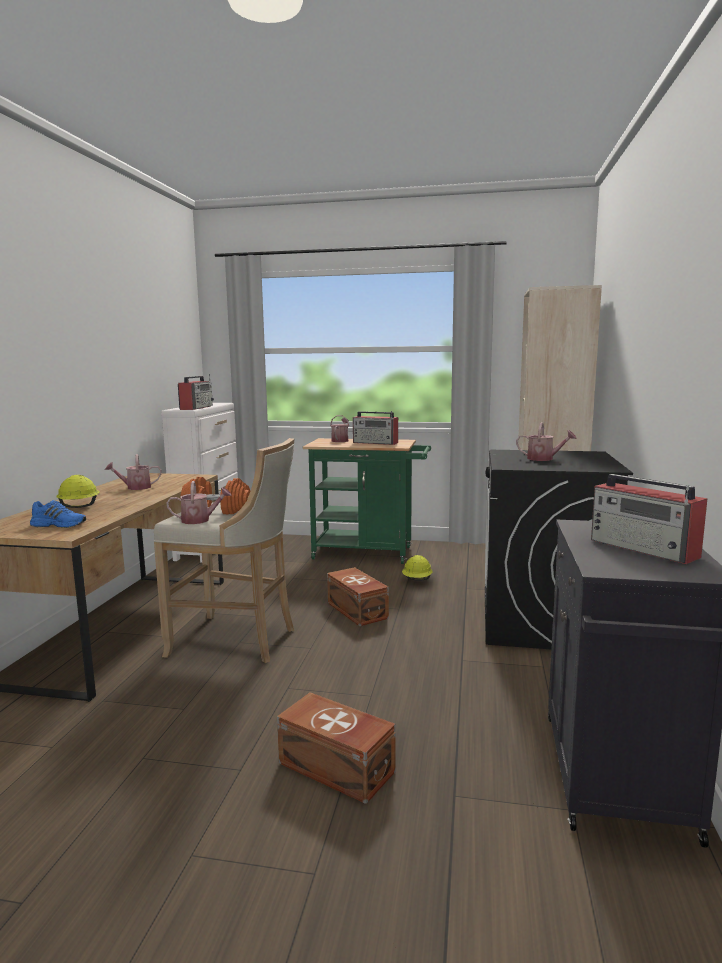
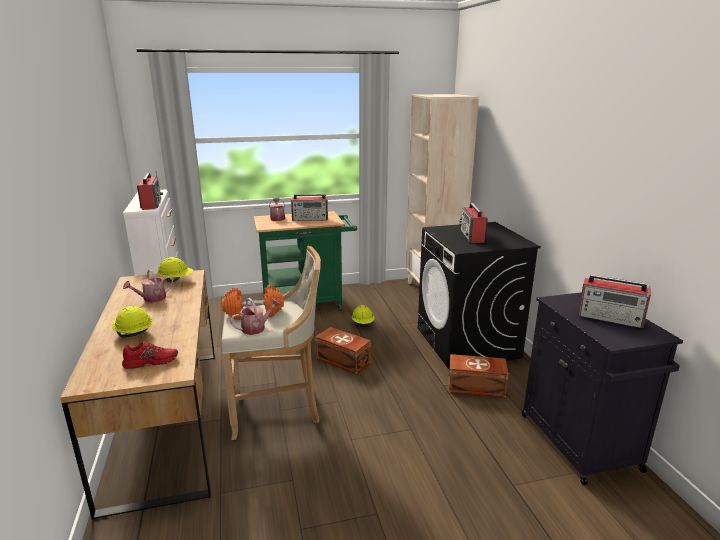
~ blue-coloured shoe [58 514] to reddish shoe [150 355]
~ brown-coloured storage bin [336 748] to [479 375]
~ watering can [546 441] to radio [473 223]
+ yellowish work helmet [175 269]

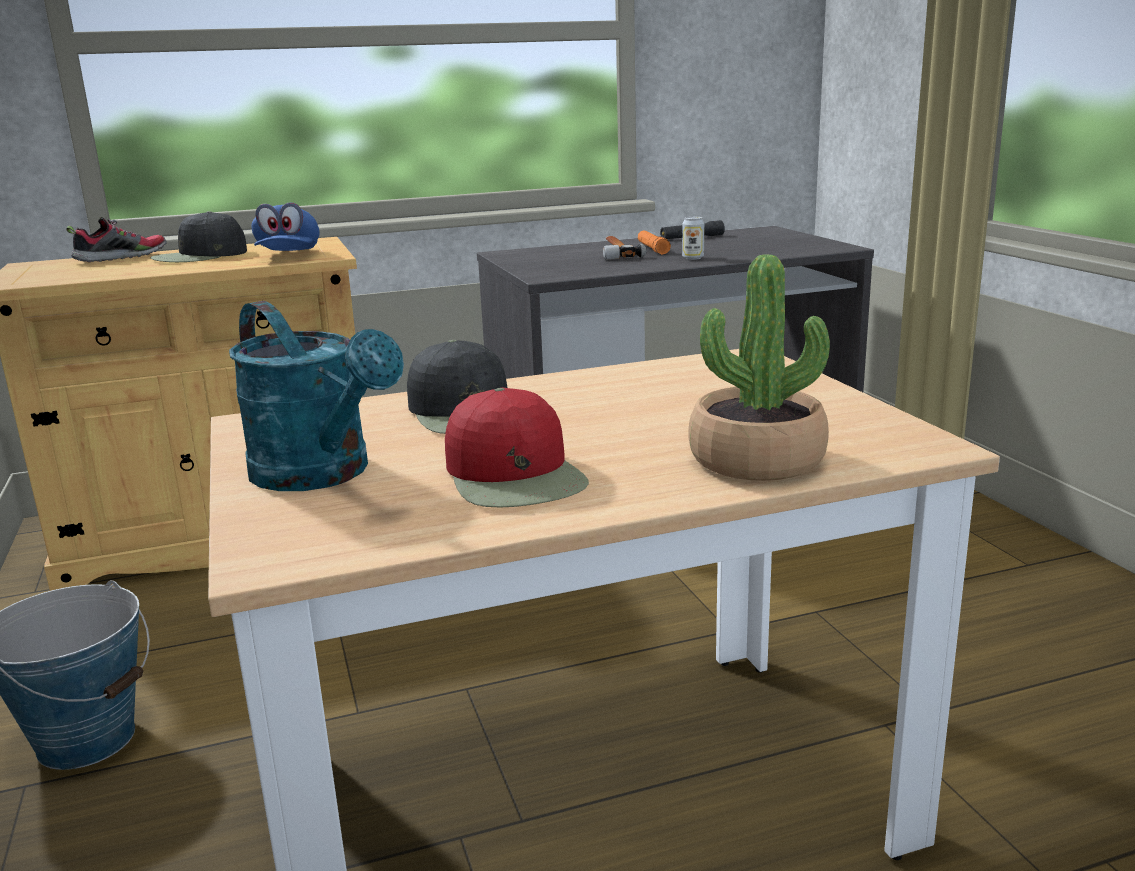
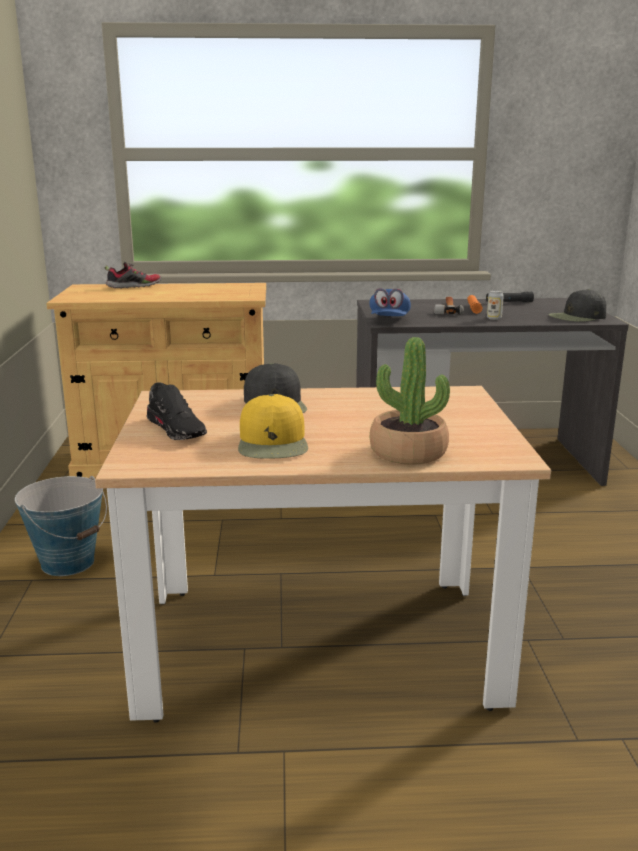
~ black baseball cap [198 236] to [577 305]
~ turquoise watering can [316 396] to black shoe [177 411]
~ blue-coloured baseball cap [285 226] to [390 302]
~ reddish baseball cap [517 447] to yellowish baseball cap [273 426]

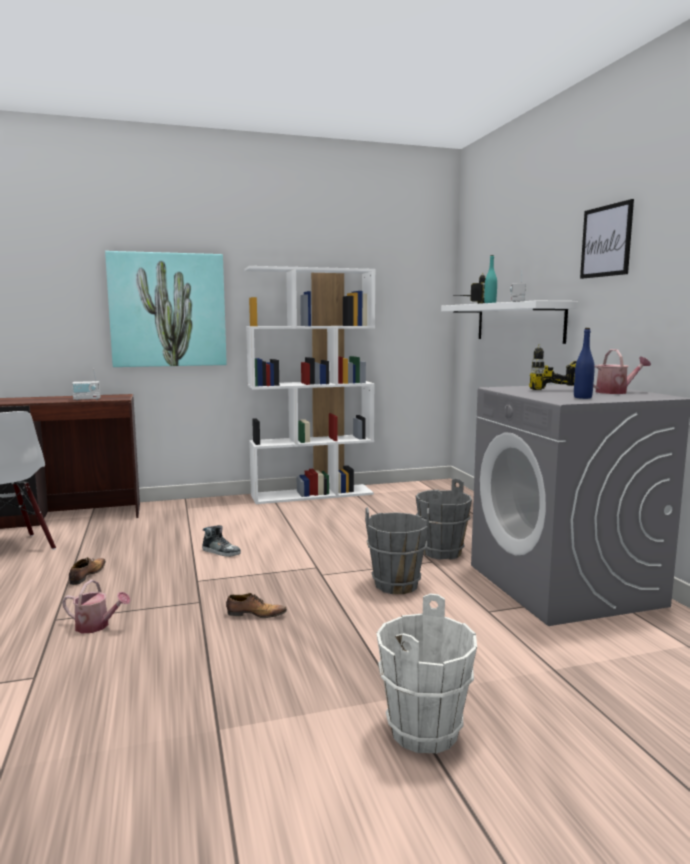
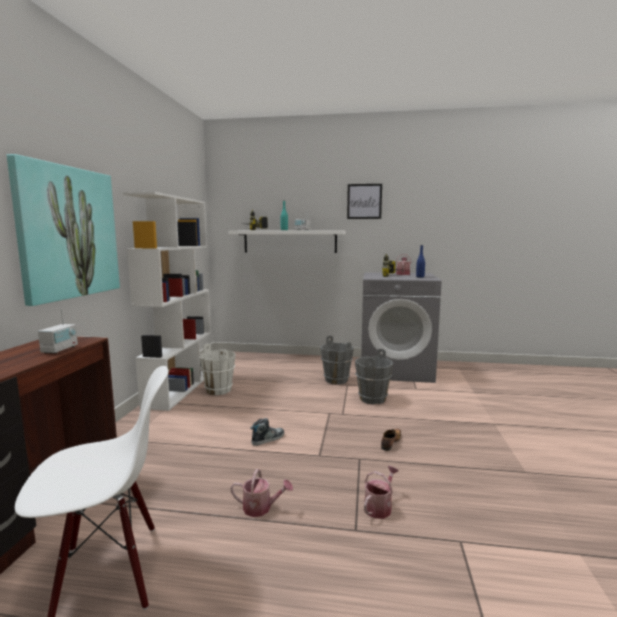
~ shoe [87 571] to watering can [262 493]
~ white pail [426 673] to [217 369]

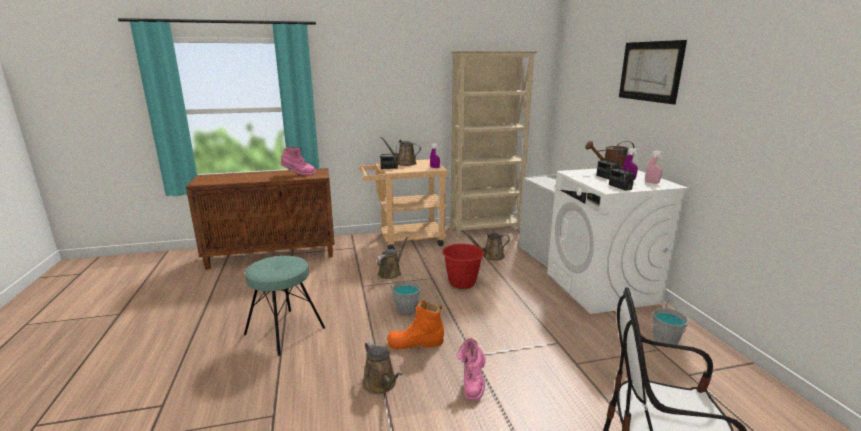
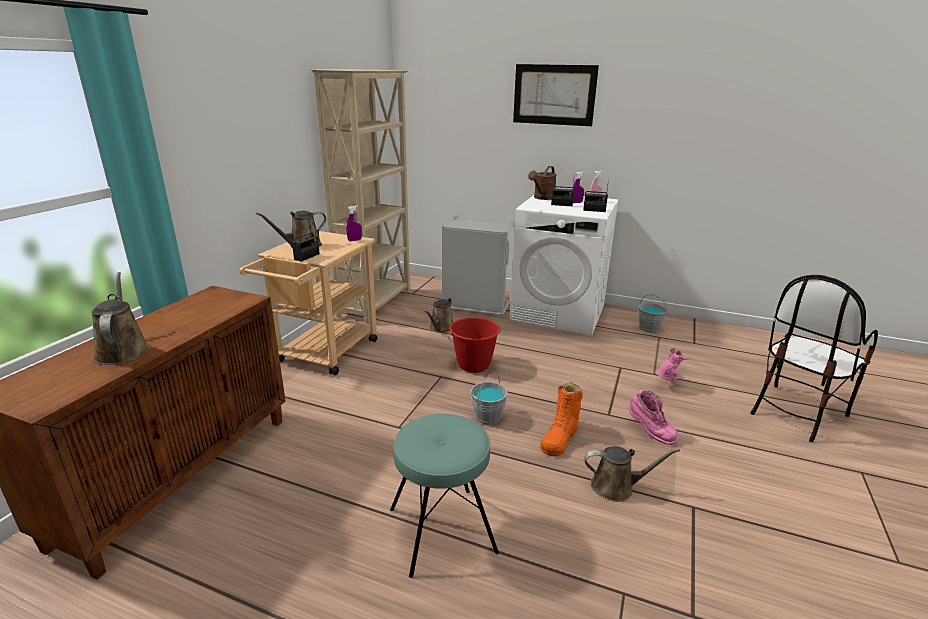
~ pinkish boot [298 161] to [672 364]
~ brown-coloured watering can [392 258] to [121 318]

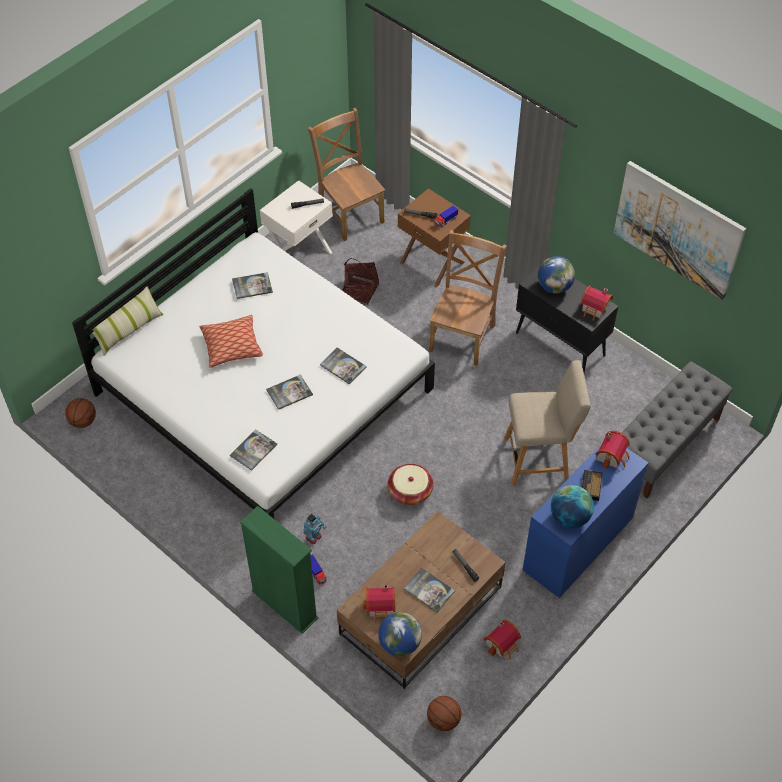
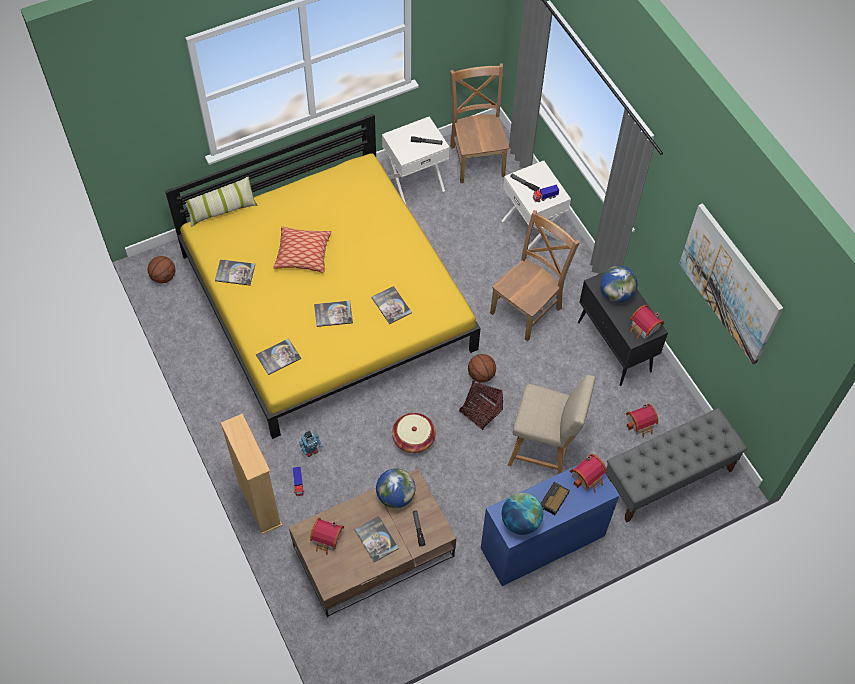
~ white bedroom bed [253 353] to yellowish bedroom bed [322 276]
~ book [252 285] to [235 272]
~ green-coloured bookcase [279 570] to beige bookcase [251 474]
~ household basket [360 281] to [481 405]
~ world globe [400 634] to [395 488]
~ brown-coloured night table [434 238] to white night table [536 205]
~ basketball [444 713] to [482 368]
~ miniature house [502 639] to [642 421]

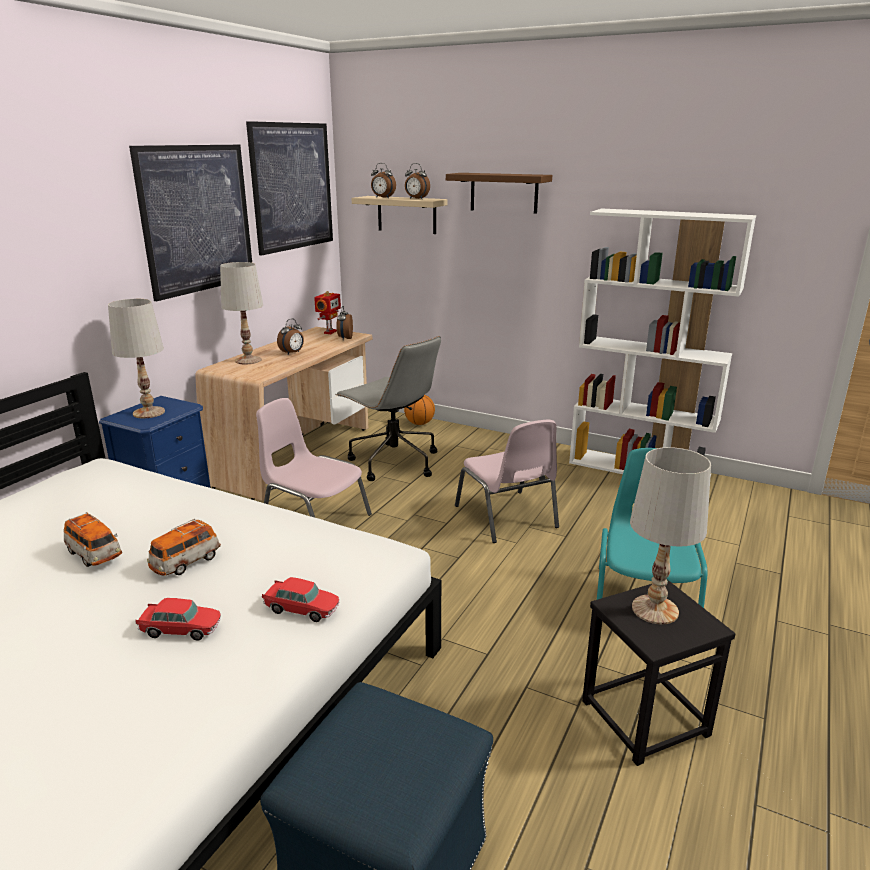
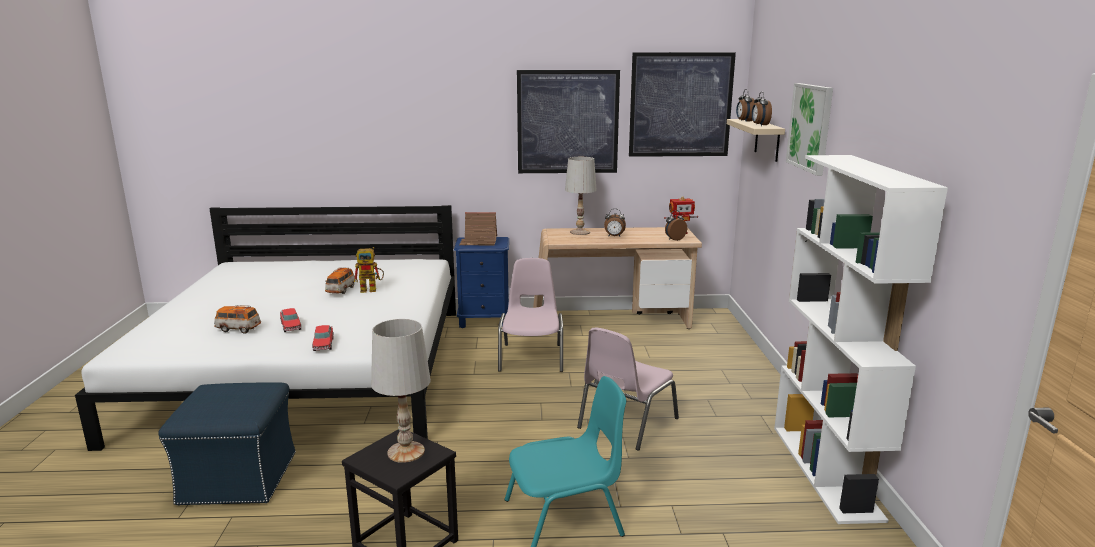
~ white lamp for a table [136 358] to miniature house [478 229]
~ miniature car [184 547] to [237 319]
- greyish desk chair [388 408]
- basketball [419 410]
~ brown-coloured shelf [499 193] to wall picture [809 129]
+ toy robot [369 270]

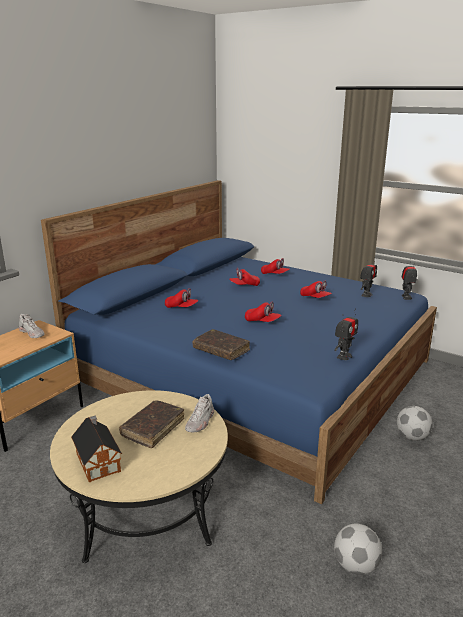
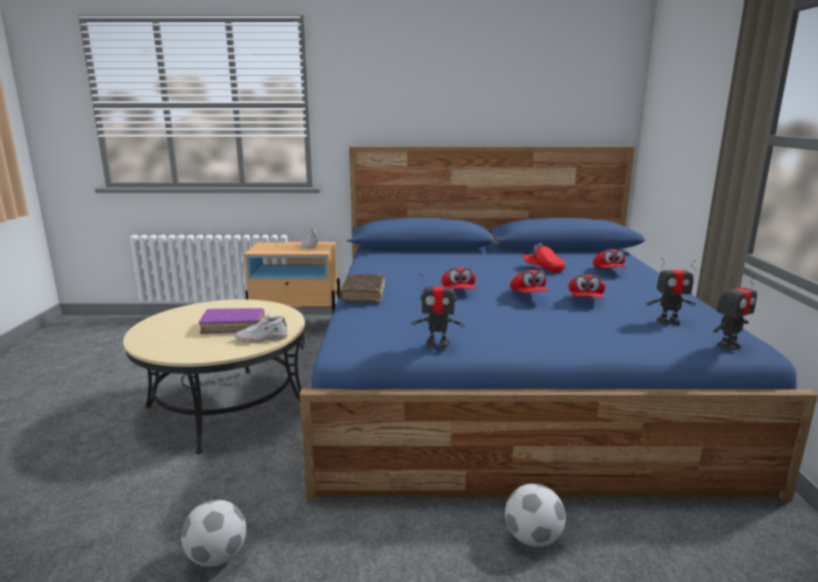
- miniature house [96 449]
~ brown-coloured book [151 424] to purple-coloured book [232 321]
~ reddish baseball cap [182 298] to [530 281]

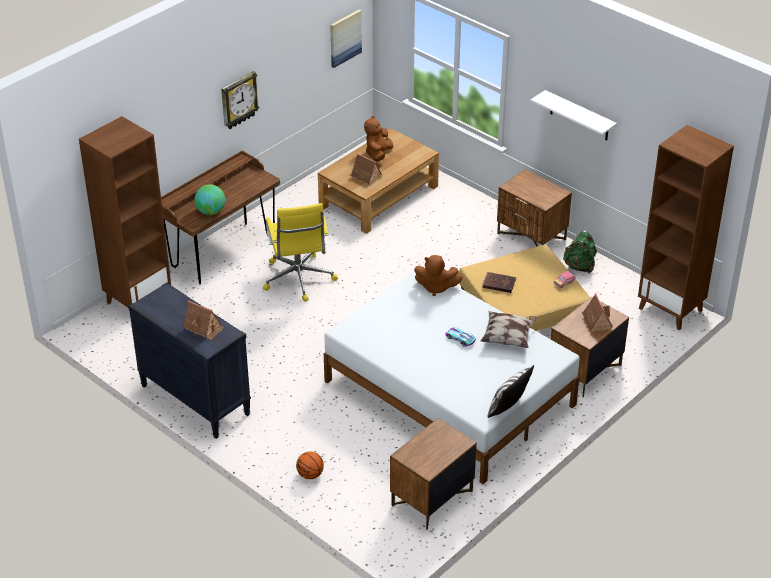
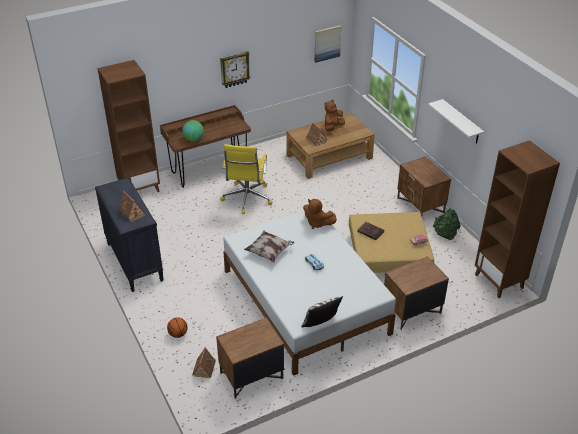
~ cushion [508 329] to [269 246]
~ miniature house [597 312] to [204 362]

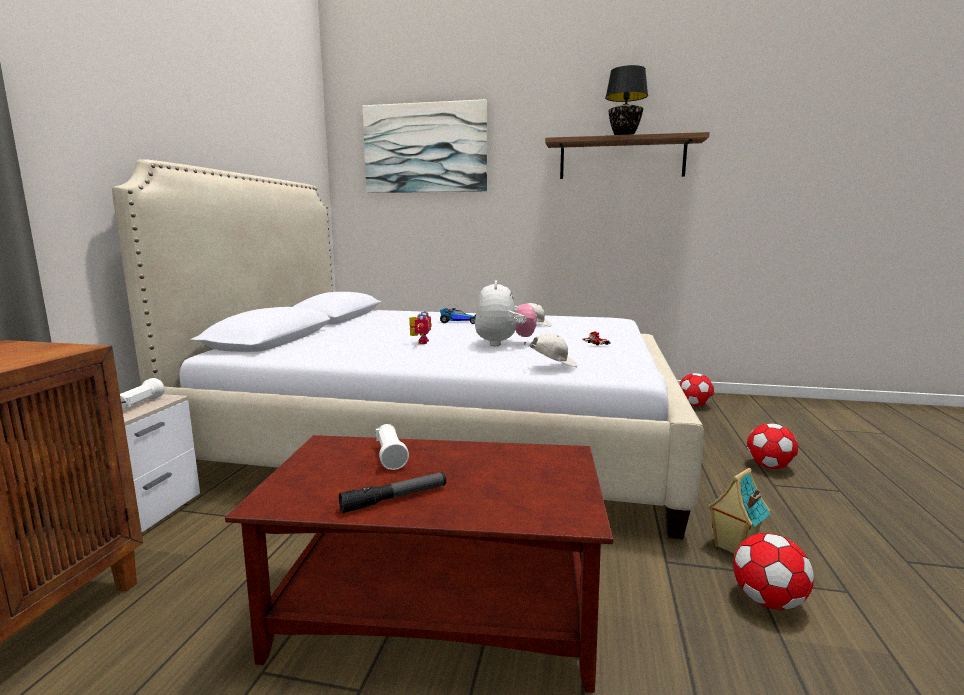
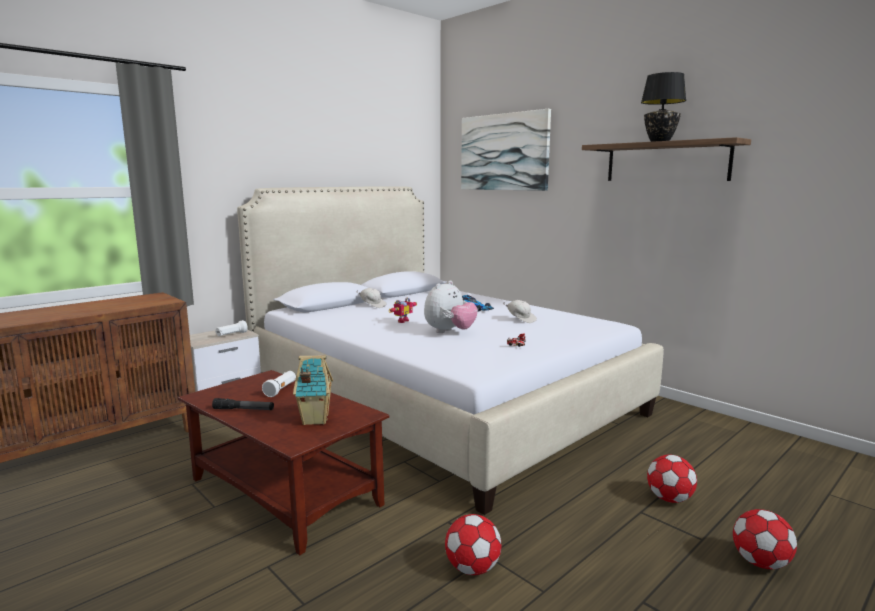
~ white baseball cap [550 350] to [371 298]
~ football ball [696 390] to [765 539]
~ miniature house [738 511] to [313 390]

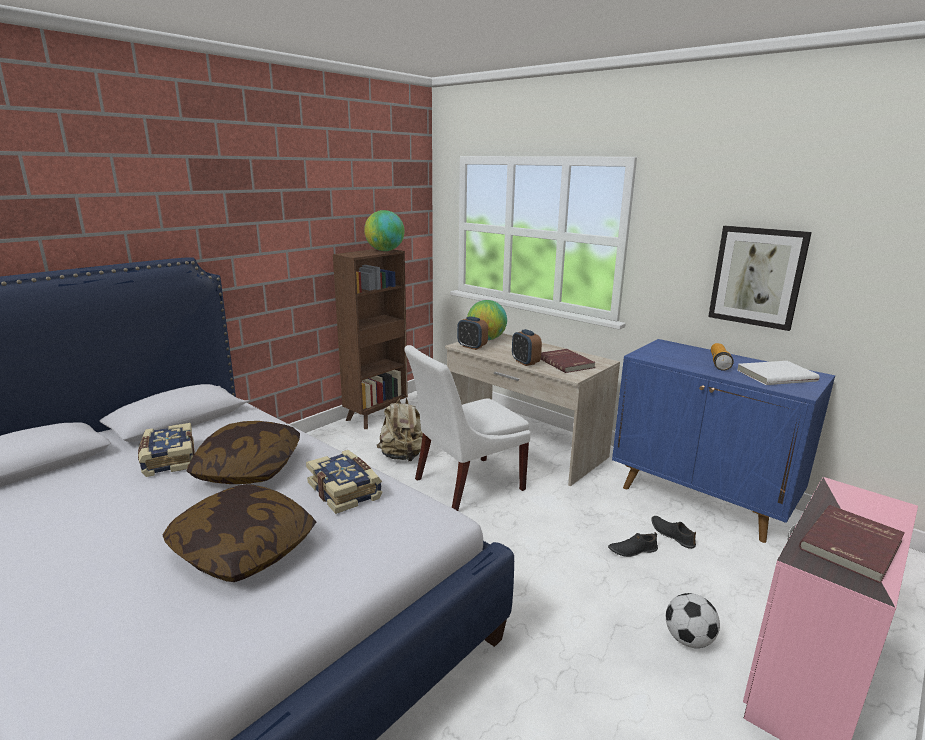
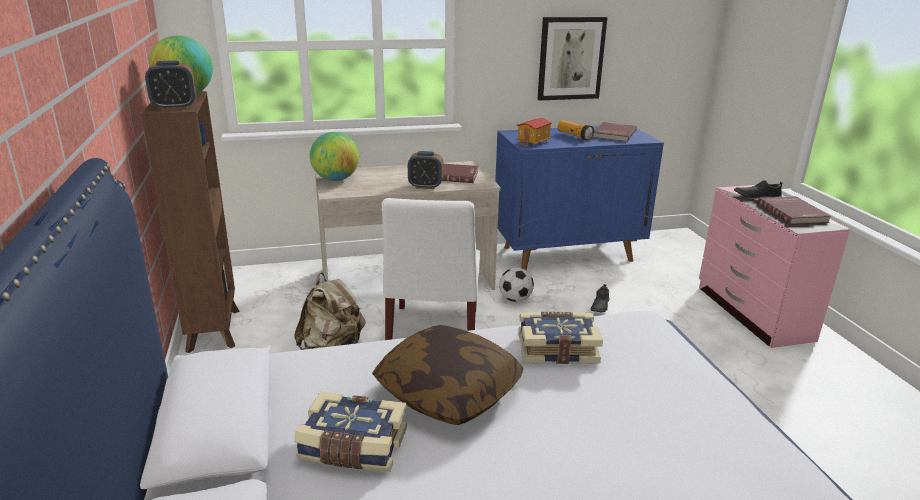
- cushion [239 533]
~ alarm clock [472 333] to [170 85]
~ black shoe [673 532] to [758 190]
~ football ball [693 620] to [516 284]
~ white book [778 373] to reddish book [615 132]
+ miniature house [534 132]

